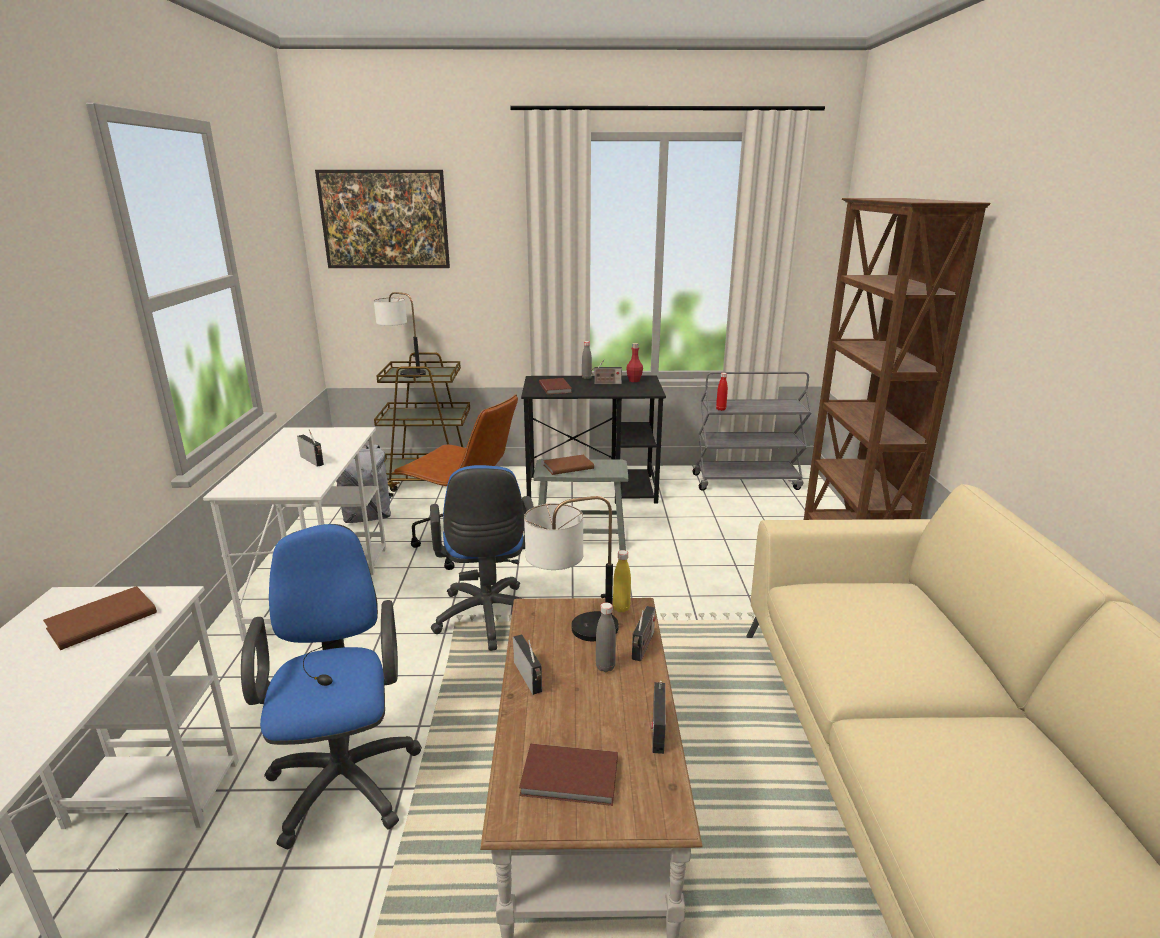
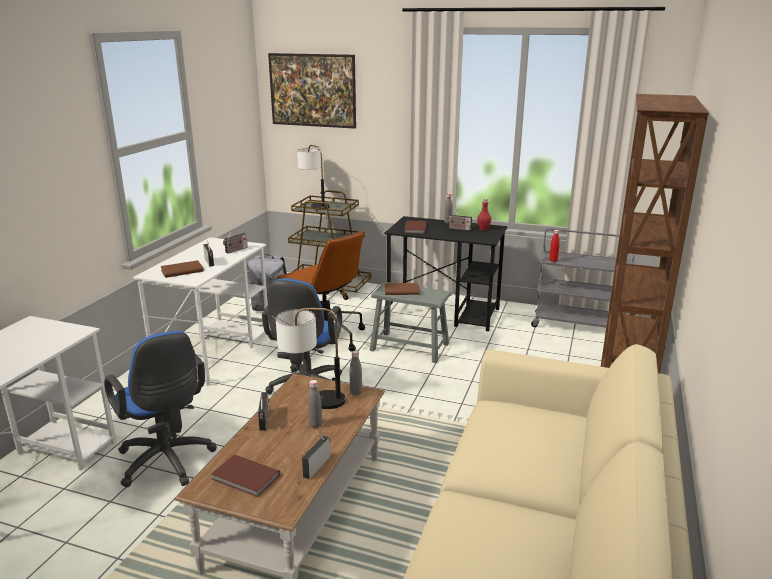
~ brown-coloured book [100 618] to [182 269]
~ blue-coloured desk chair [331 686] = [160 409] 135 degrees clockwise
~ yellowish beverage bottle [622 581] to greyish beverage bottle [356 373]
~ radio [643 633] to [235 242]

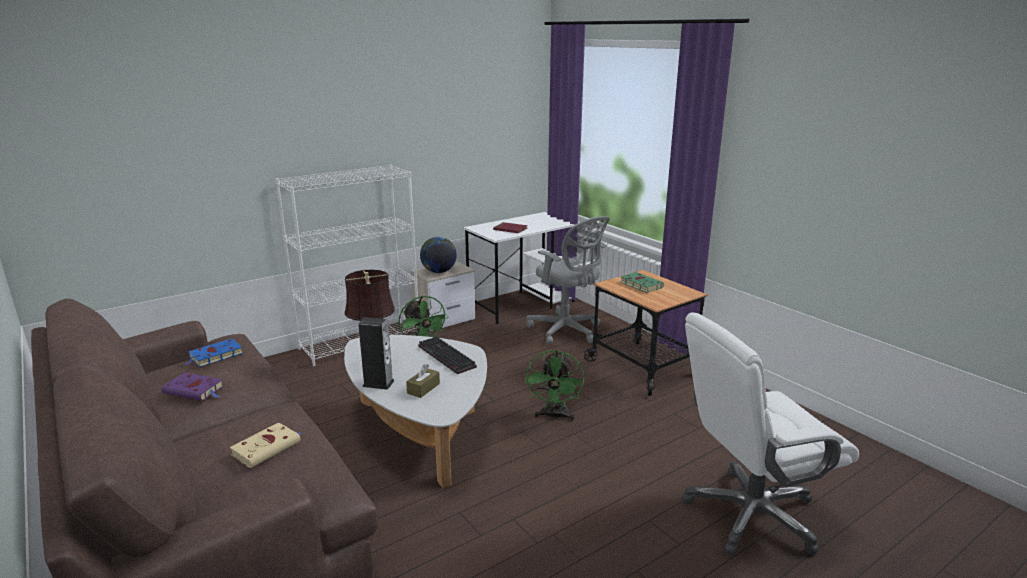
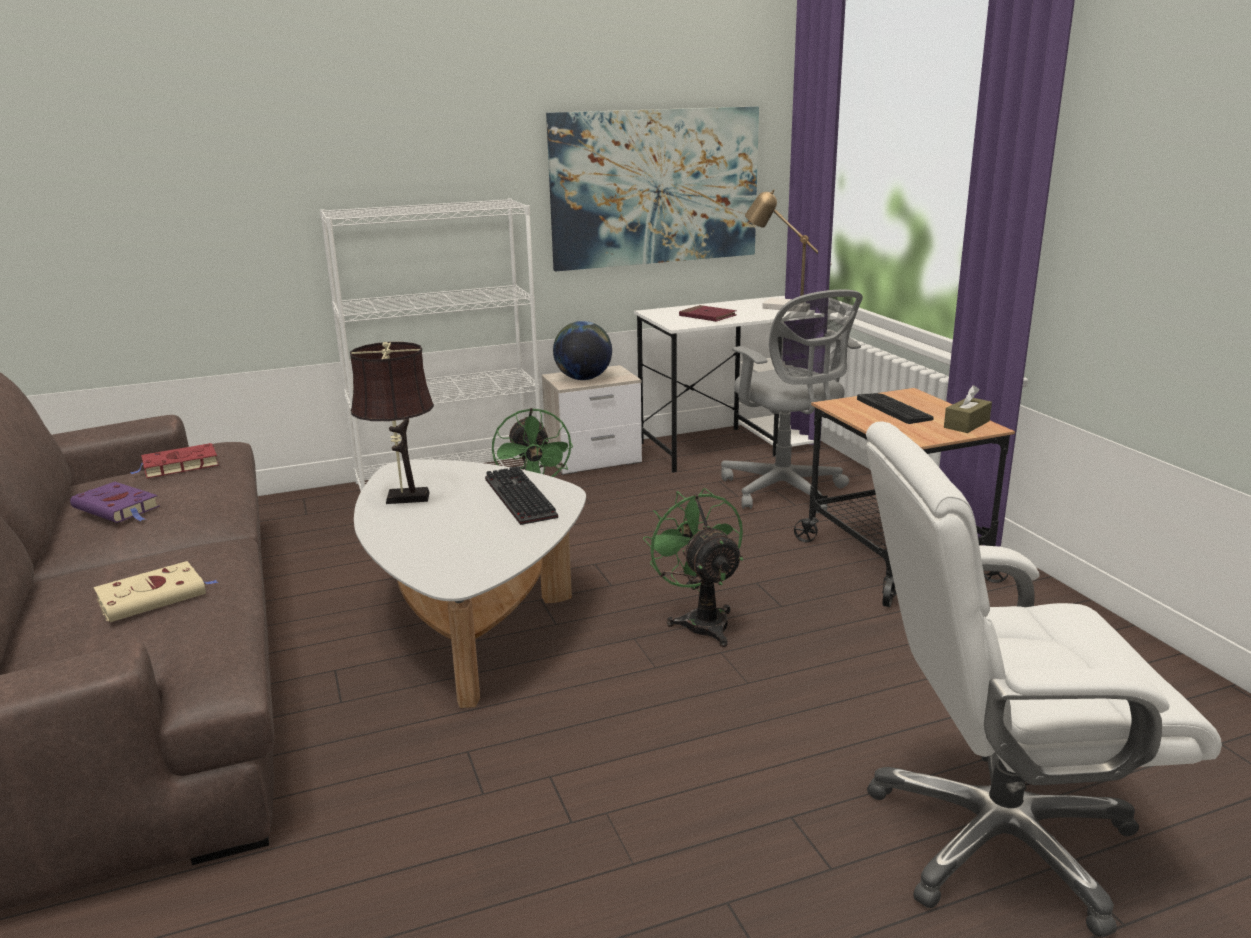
~ blue-coloured book [214 353] to reddish book [174 460]
- speaker [376 353]
~ brown-coloured box of tissues [423 381] to [968 409]
~ green-coloured fan [555 385] = [693 567] 135 degrees clockwise
~ green-coloured book [642 282] to computer keyboard [895 408]
+ wall picture [652 189]
+ lamp for a table [788 249]

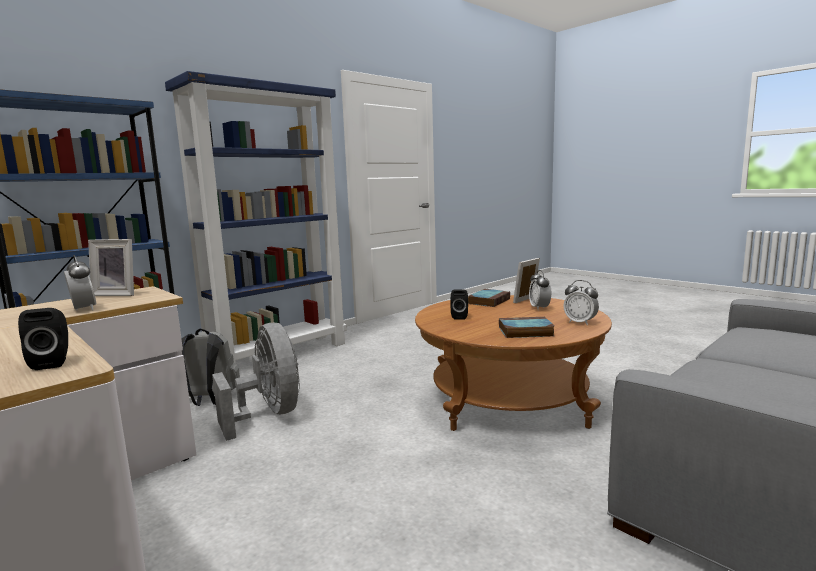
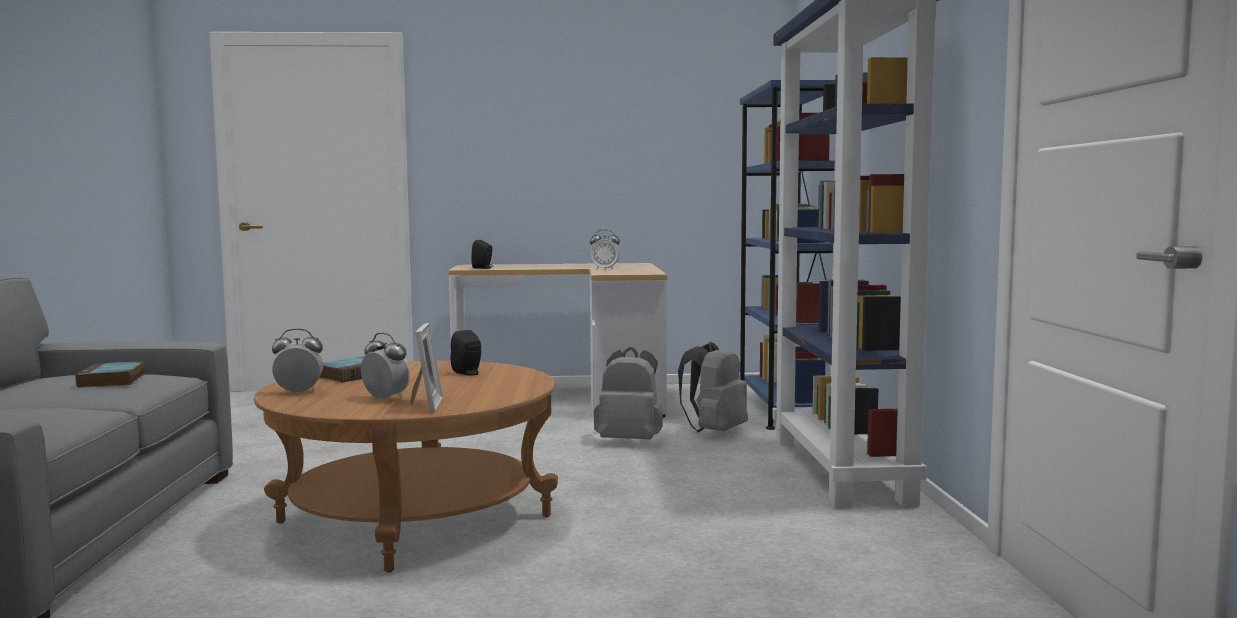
- standing frame [111 267]
~ greyish fan [256 382] to greyish backpack [628 393]
~ book [489 298] to [110 374]

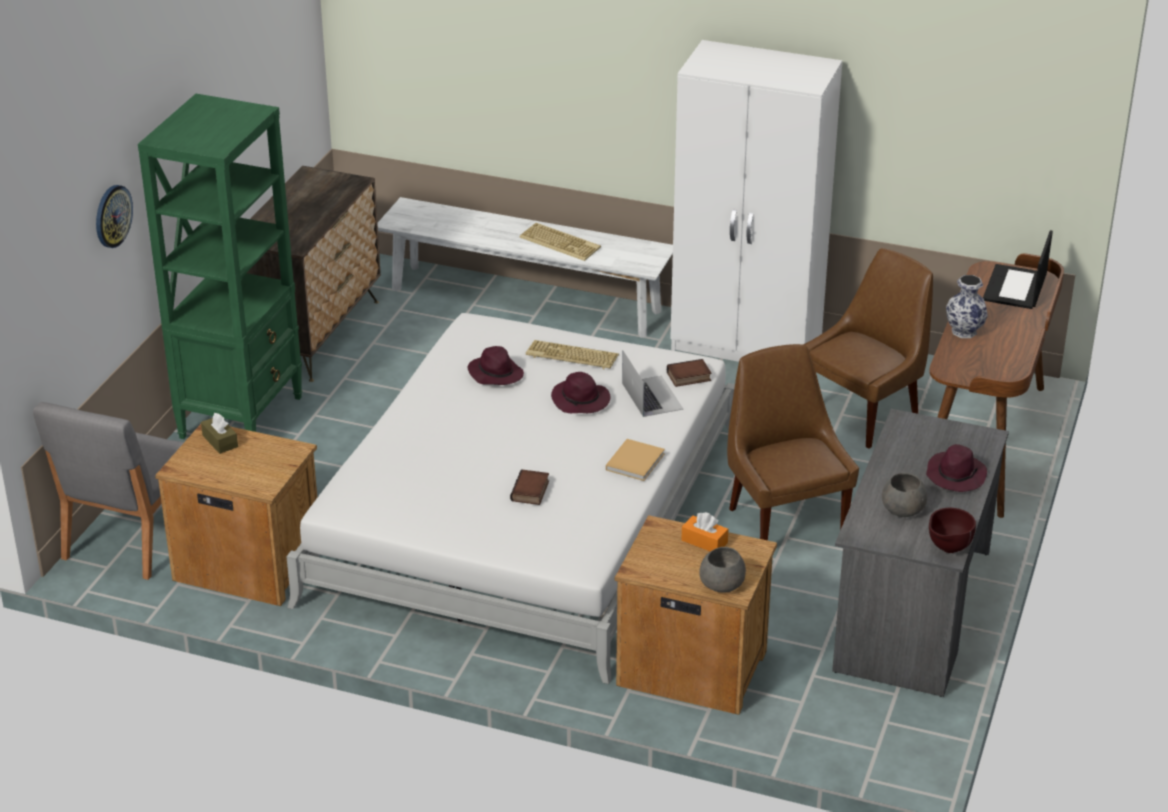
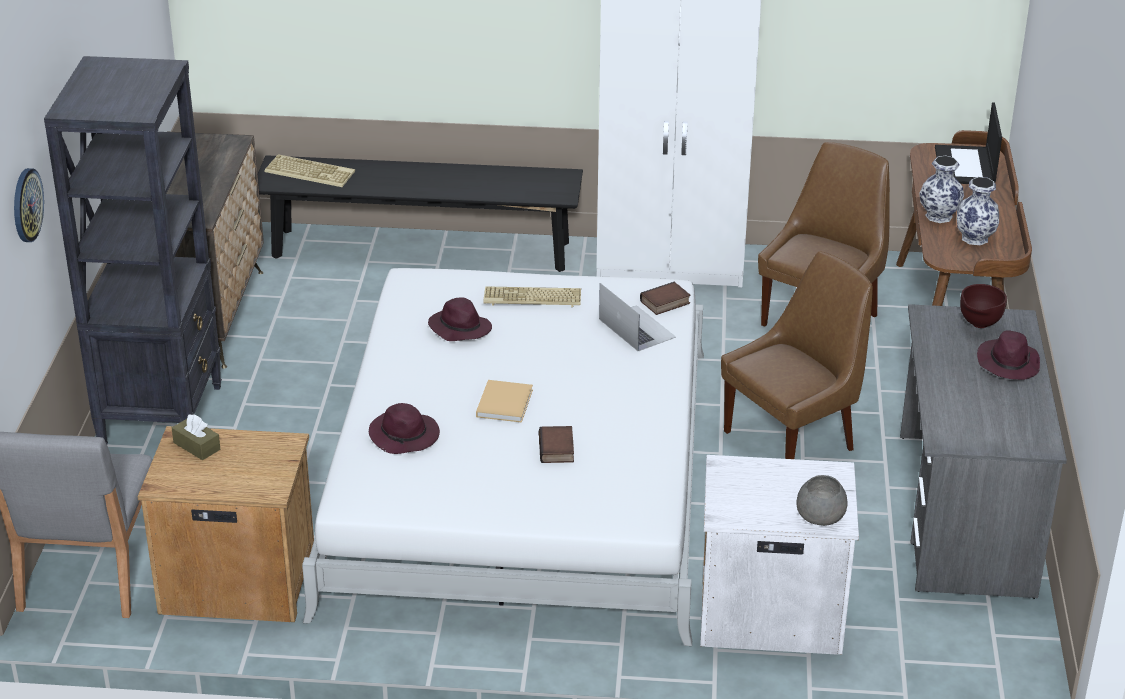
~ green-coloured bookcase [220 266] to black bookcase [133 250]
~ white long seat [525 267] to black long seat [420 213]
~ computer keyboard [560 242] to [309 170]
~ purple-coloured clothing hat [580 392] to [404 428]
~ beige book [635 460] to [504 401]
~ brown-coloured night table [696 615] to white night table [779 555]
- orangey box of tissues [705 531]
~ brown-coloured upright chair [793 442] = [797 355] 90 degrees clockwise
- greyish bowl [904 495]
~ brown-coloured bowl [952 530] to [983 306]
+ vase [978 211]

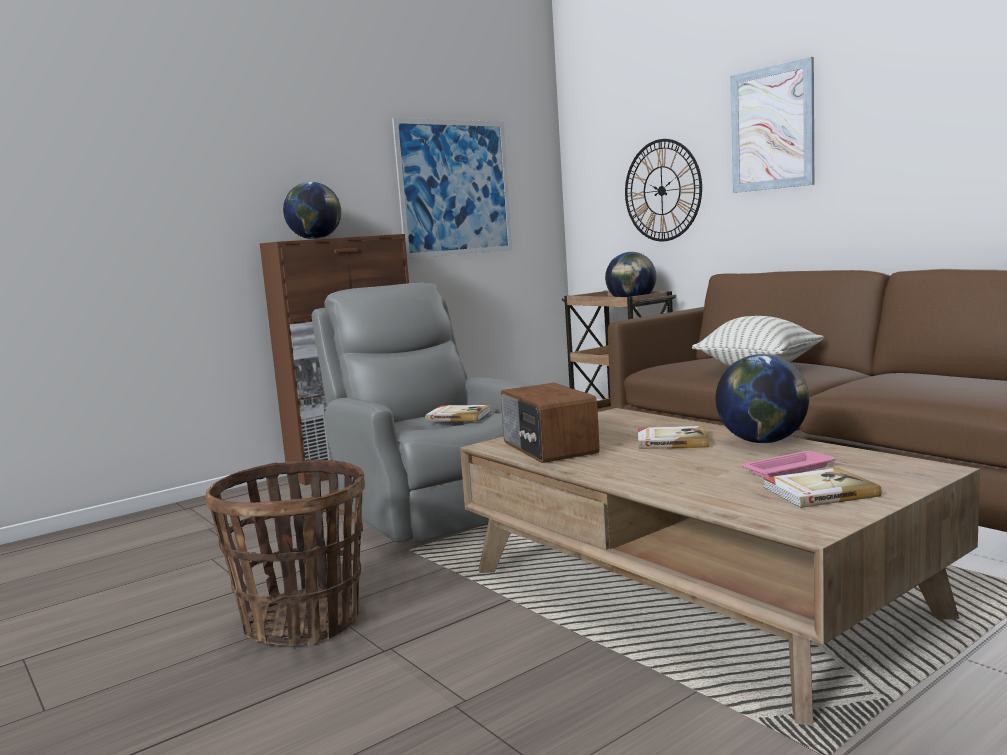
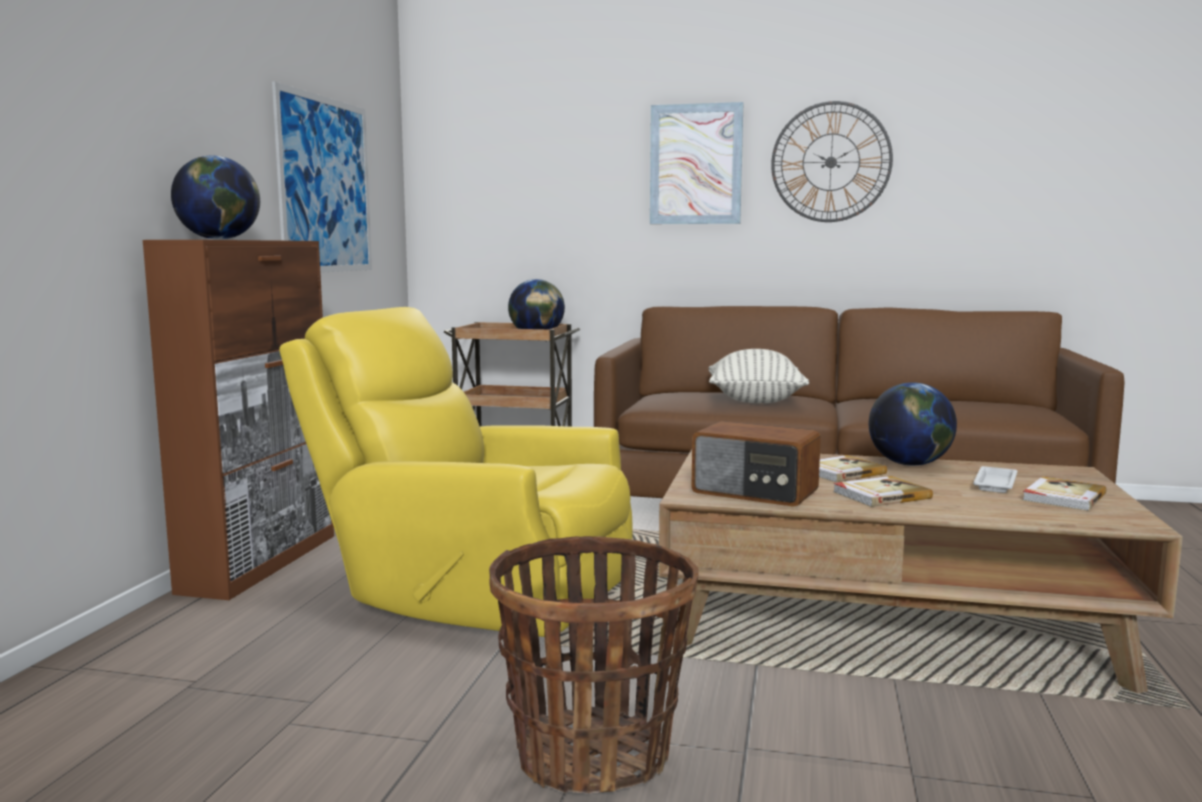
~ greyish easy chair [422 412] to yellowish easy chair [455 472]
~ book [458 413] to [883 491]
~ wall clock [663 190] to [832 161]
~ pinkish serving tray [788 464] to white serving tray [995 479]

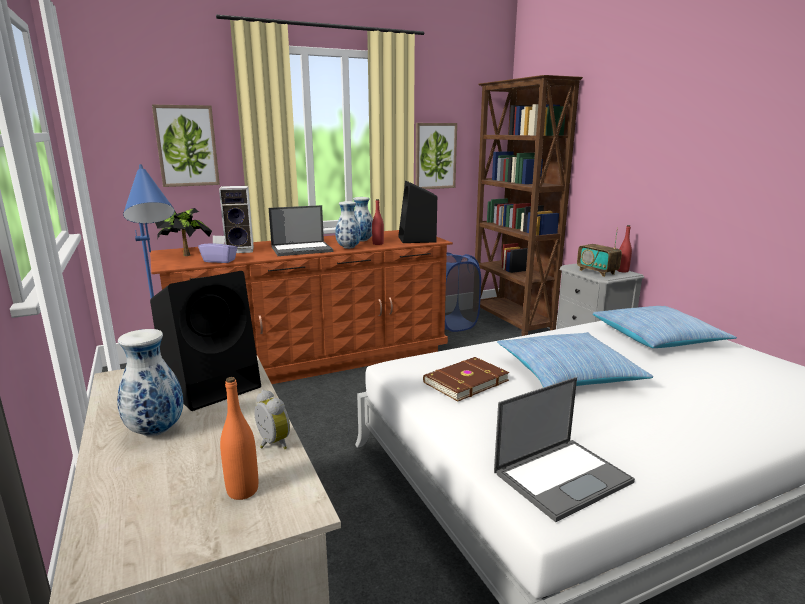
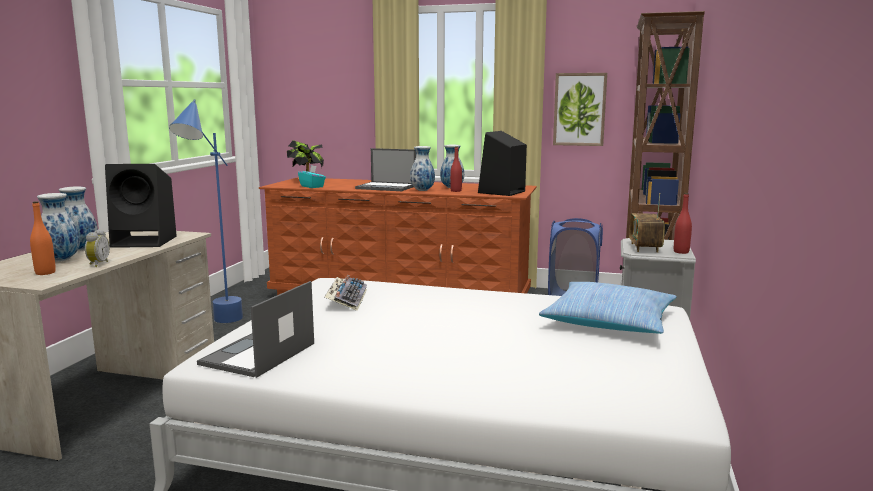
- wall picture [186 146]
~ purple-coloured box of tissues [218 249] to turquoise box of tissues [312 176]
- speaker [236 219]
~ brown-coloured book [466 379] to computer keyboard [345 293]
~ portable computer [564 449] = [255 329] 105 degrees clockwise
- cushion [575 360]
+ vase [58 227]

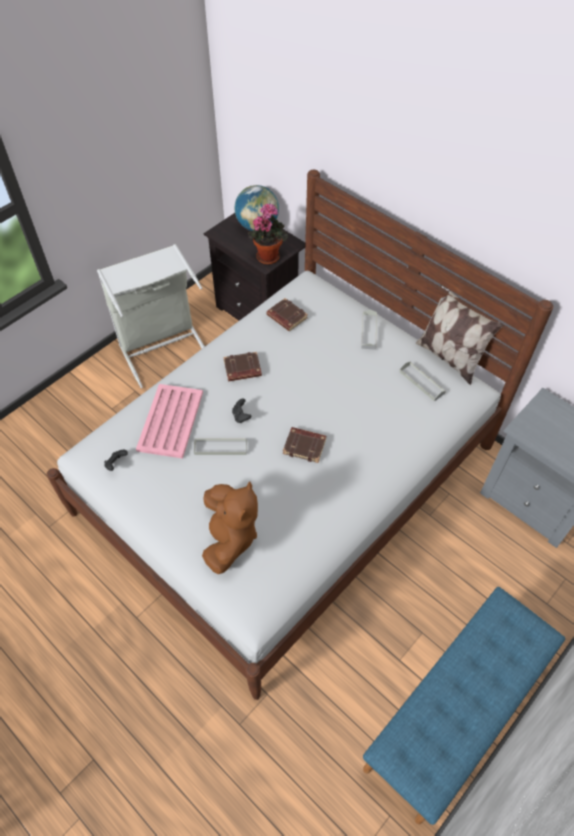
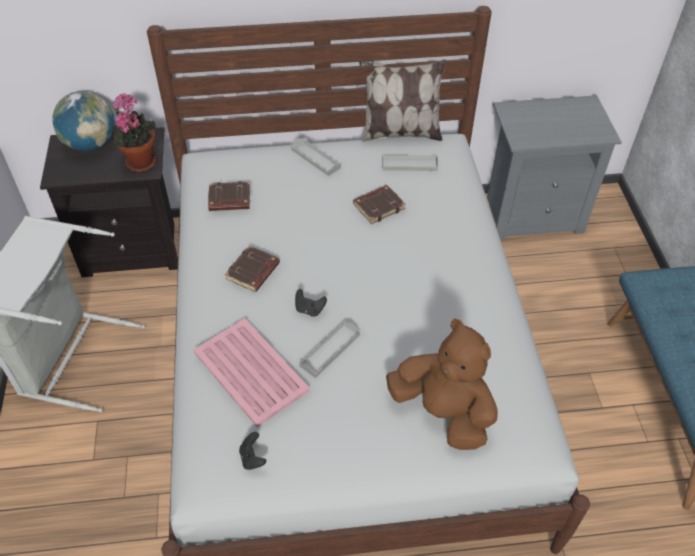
~ brown-coloured book [304 445] to [379 204]

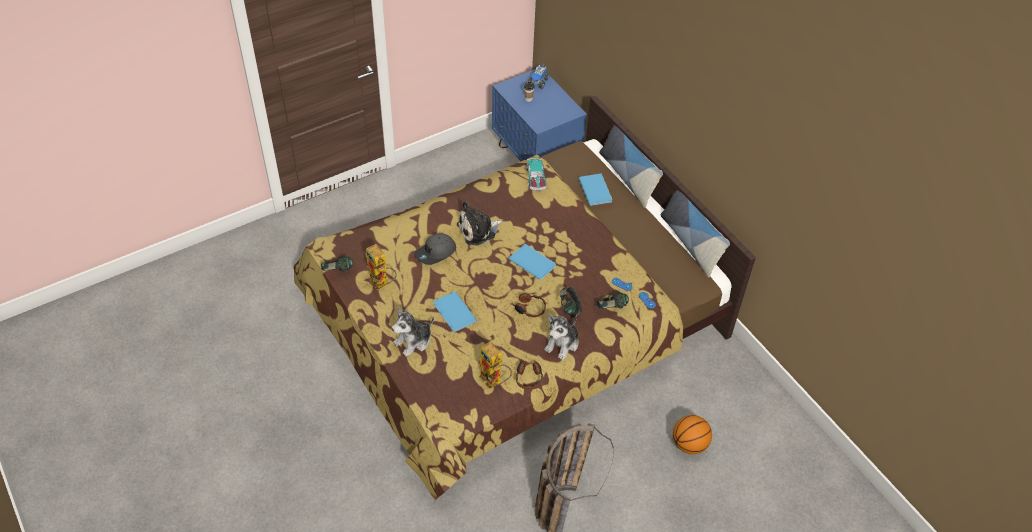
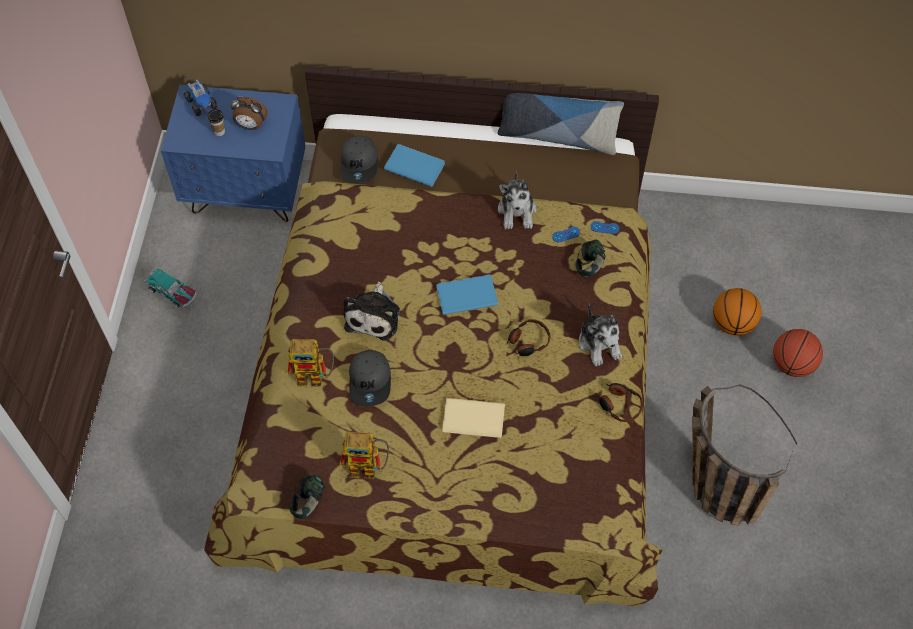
~ cuddly toy [413 332] to [517 200]
~ blue-coloured book [455 311] to beige book [473 418]
~ toy robot [495 365] to [310 363]
~ miniature car [536 174] to [170 287]
- headset [571 302]
- cushion [631 166]
+ alarm clock [249 113]
+ greyish baseball cap [359 159]
+ basketball [798 353]

